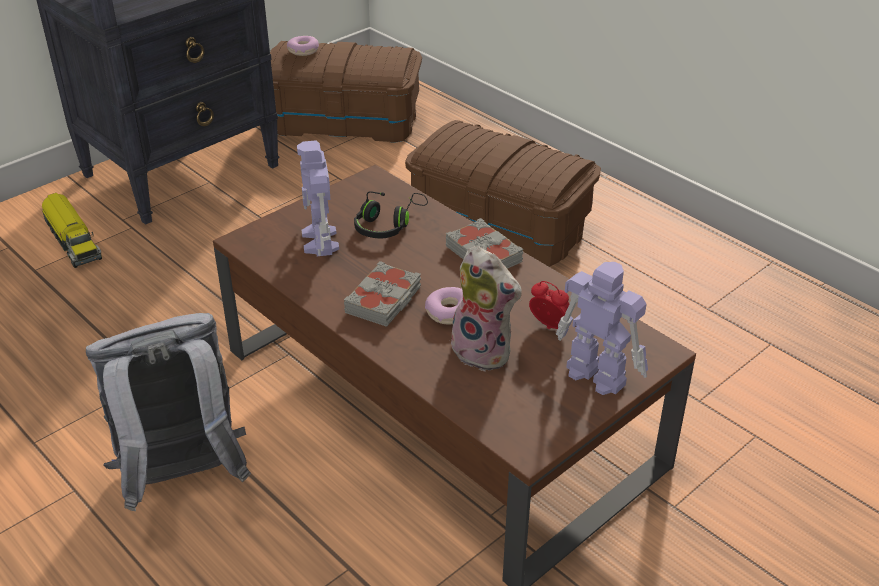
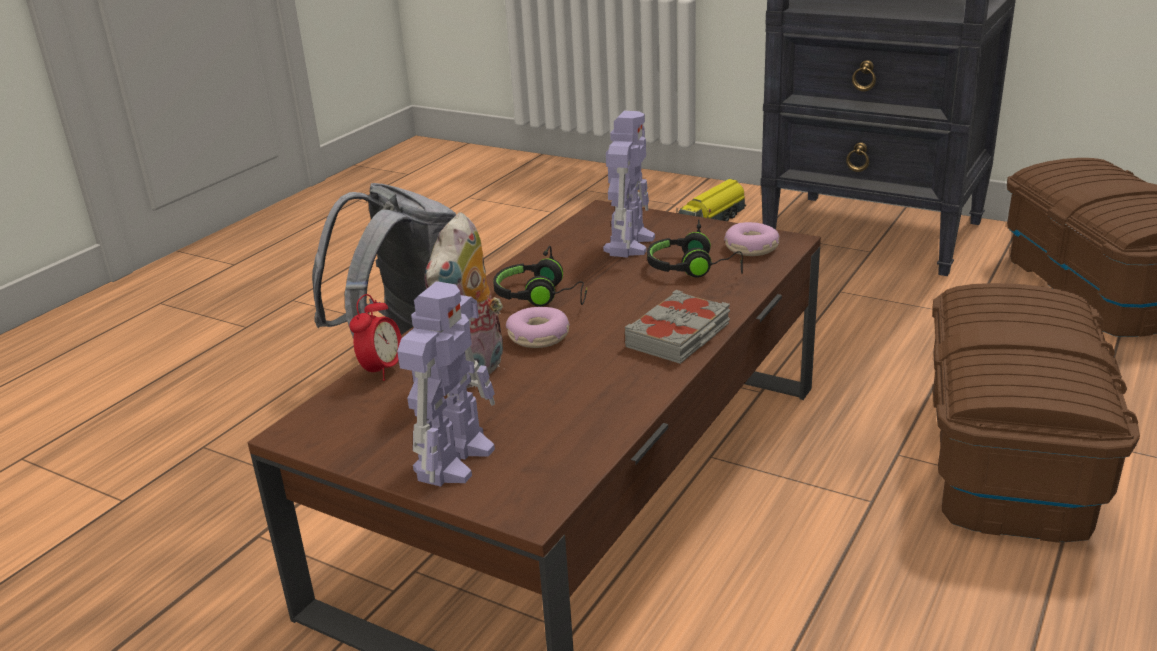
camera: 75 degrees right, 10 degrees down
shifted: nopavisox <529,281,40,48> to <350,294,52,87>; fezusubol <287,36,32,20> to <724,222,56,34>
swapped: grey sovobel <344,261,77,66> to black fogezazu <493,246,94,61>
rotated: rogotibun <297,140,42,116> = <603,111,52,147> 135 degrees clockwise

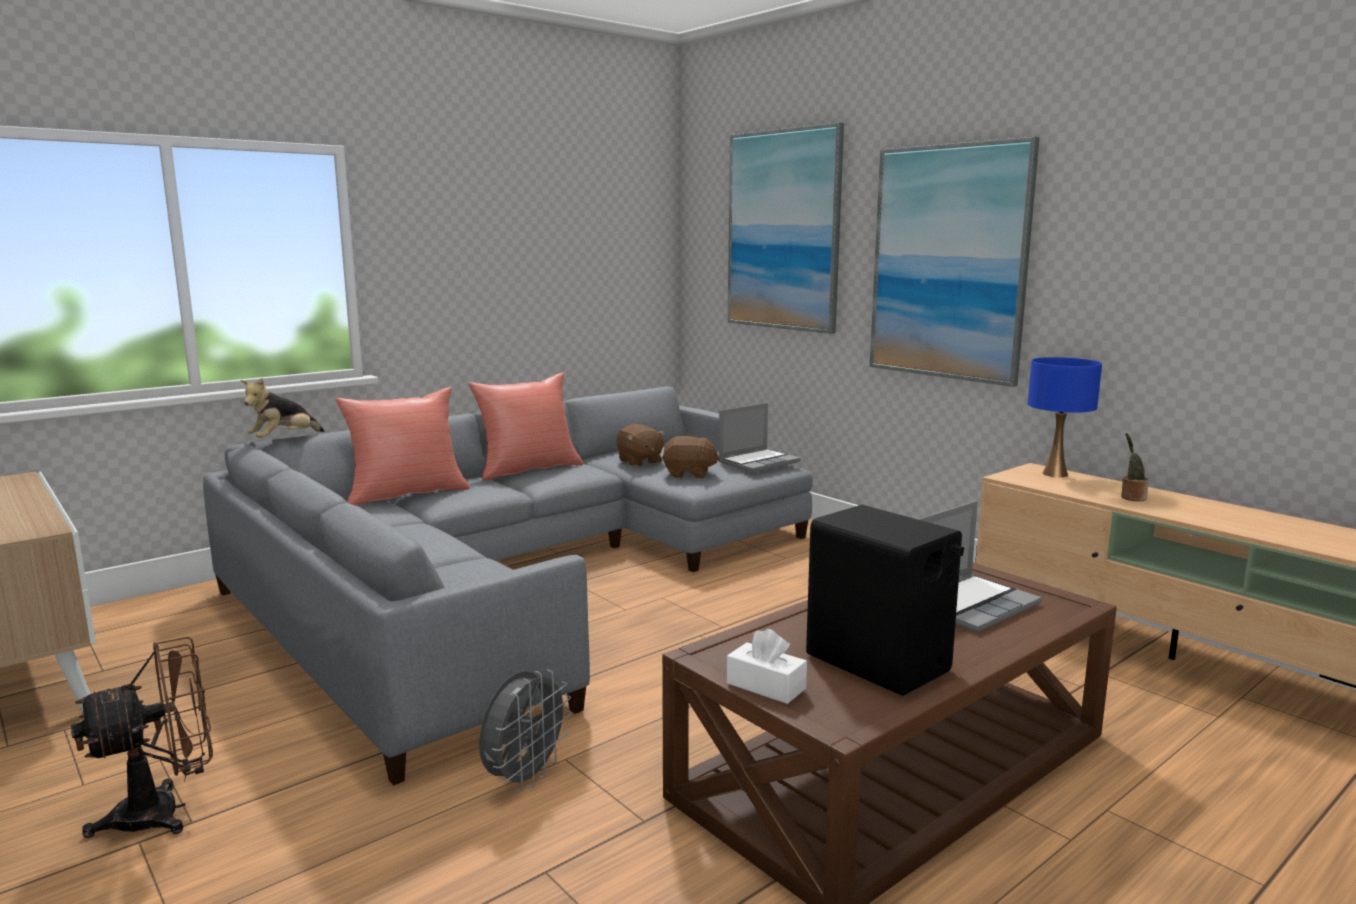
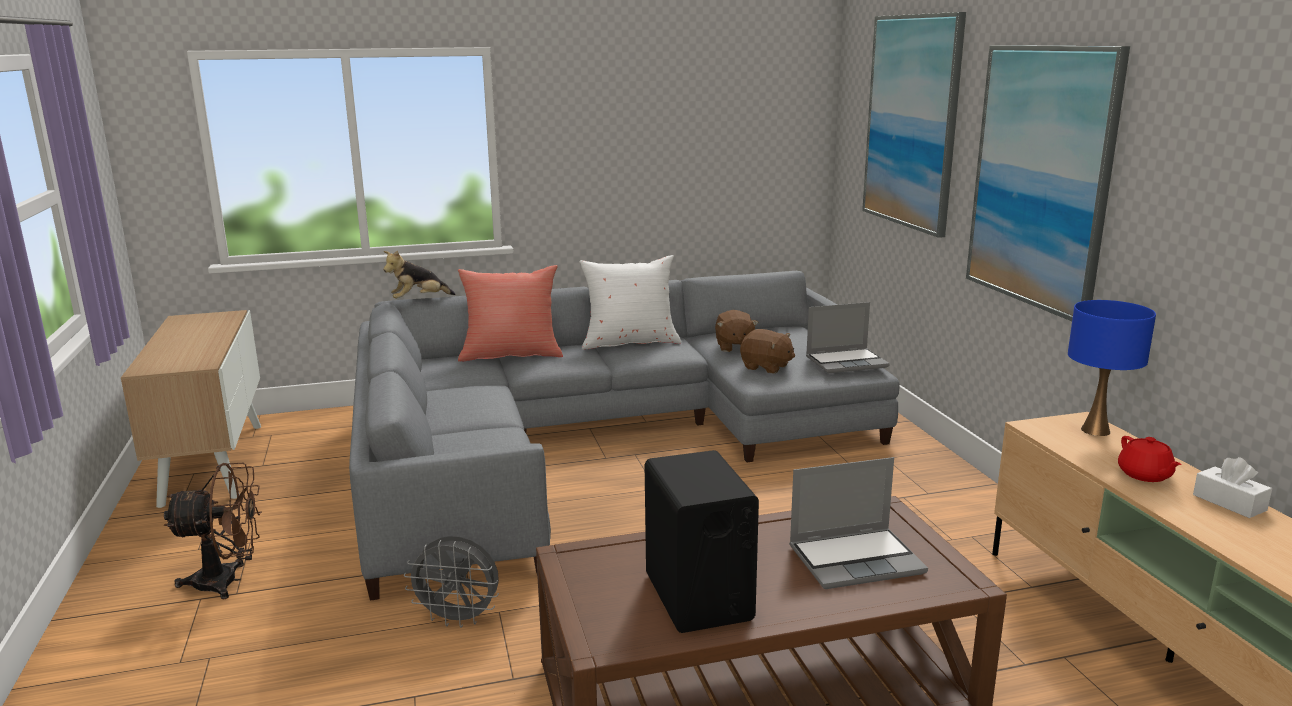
camera: 25 degrees right, 5 degrees up
shifted: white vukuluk <727,629,80,75> to <1193,457,79,61>
swapped: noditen <1121,433,28,68> to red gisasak <1118,436,64,46>
repainted: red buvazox <468,373,115,108> to white buvazox <579,255,102,95>
rotated: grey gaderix <479,669,93,123> = <404,536,95,92> 45 degrees clockwise

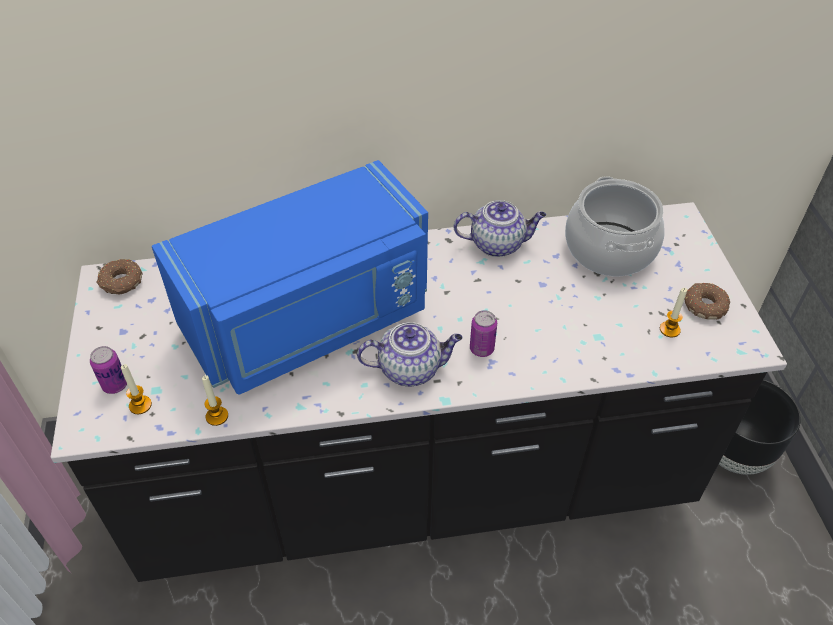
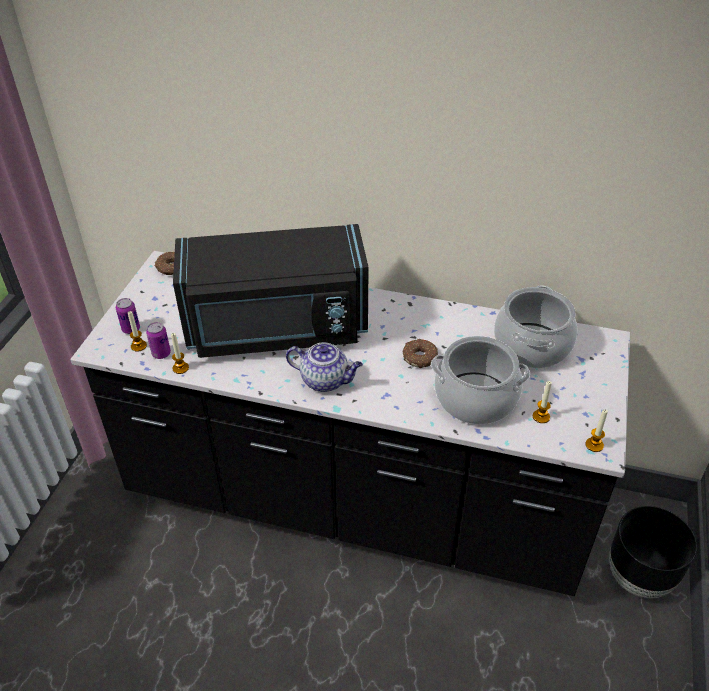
camera: 25 degrees right, 5 degrees down
gone: gisasak <454,200,92,57>
new: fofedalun <431,336,99,88>; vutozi <585,409,23,43>
shifted: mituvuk <470,310,27,47> to <146,322,25,37>; fezusubol <684,283,46,37> to <403,339,35,29>
repainted: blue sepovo <152,160,276,234> to black sepovo <173,224,196,134>

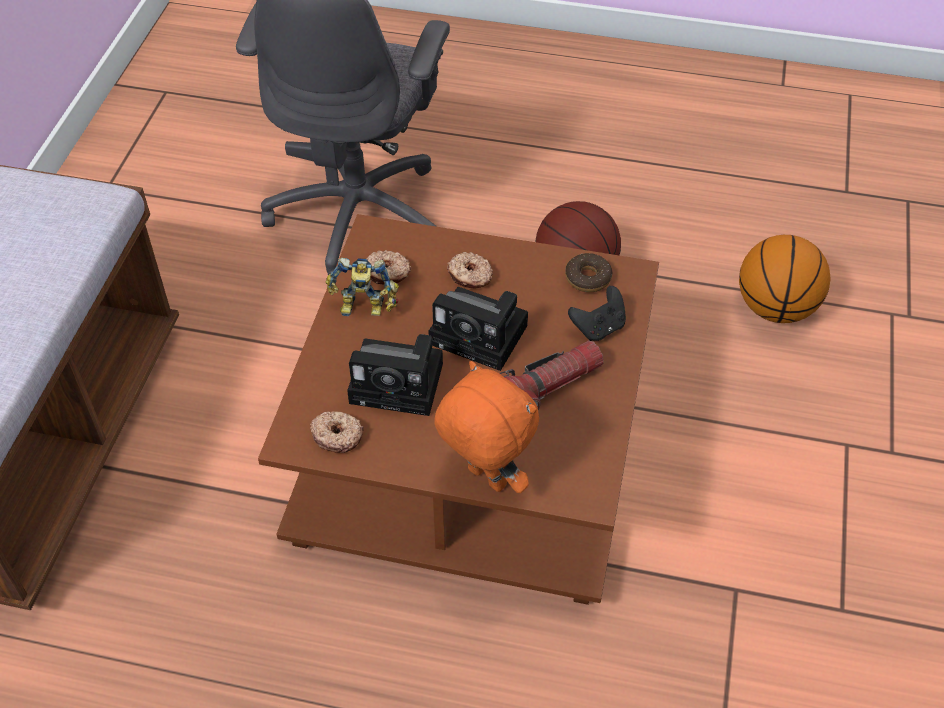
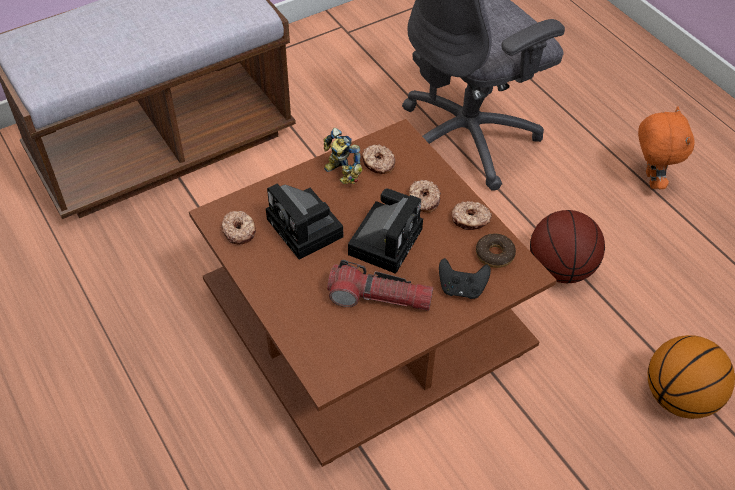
camera: 45 degrees right, 0 degrees up
new: fezusubol <452,201,40,29>
shifted: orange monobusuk <435,361,104,132> to <638,106,57,83>
rotated: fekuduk <428,287,100,84> = <348,189,75,85> 135 degrees counterclockwise

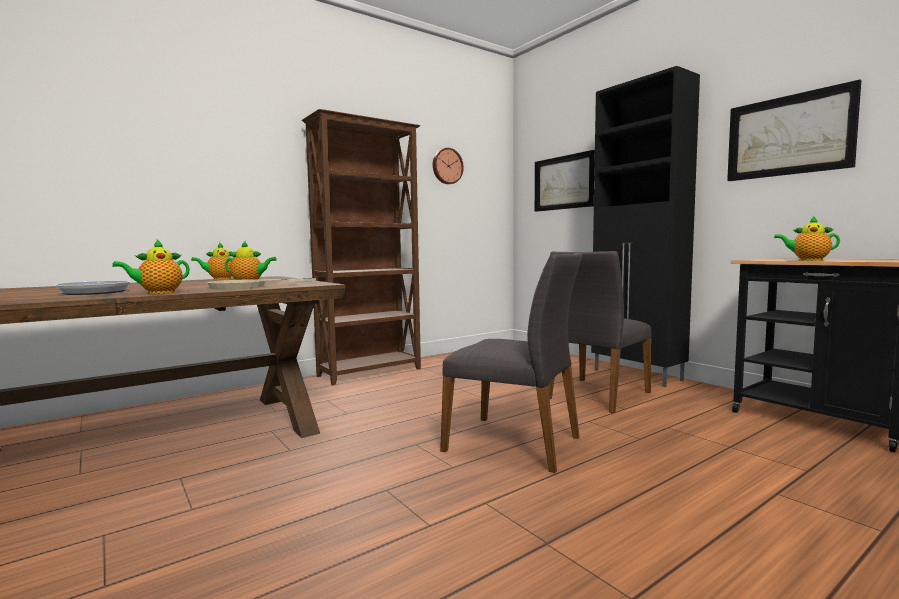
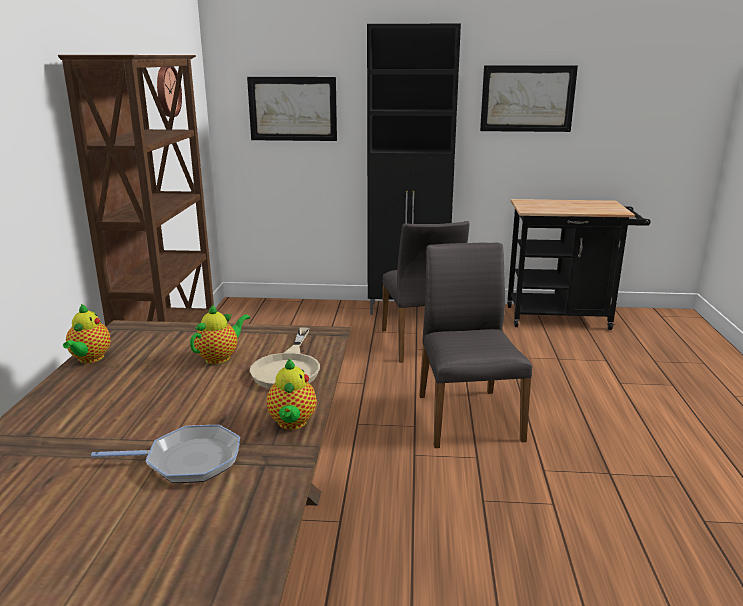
camera: 50 degrees left, 15 degrees up
gone: gisasak <774,216,66,45>
rotated: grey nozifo <440,252,142,221> = <419,243,113,205> 75 degrees counterclockwise

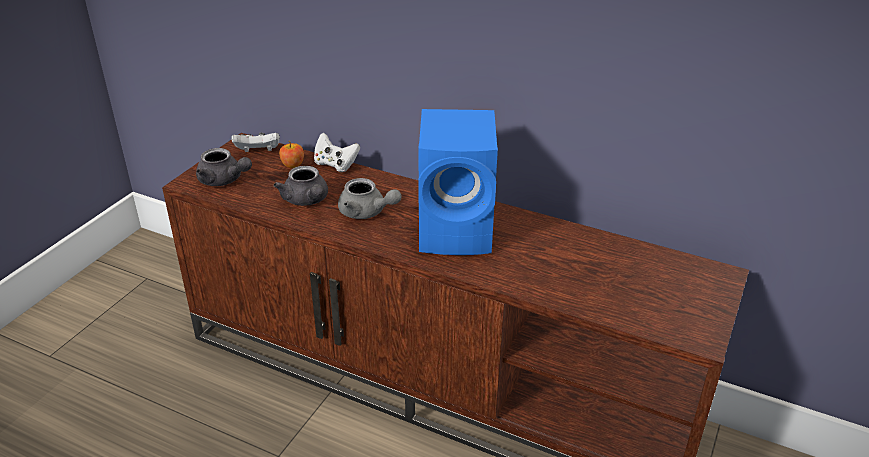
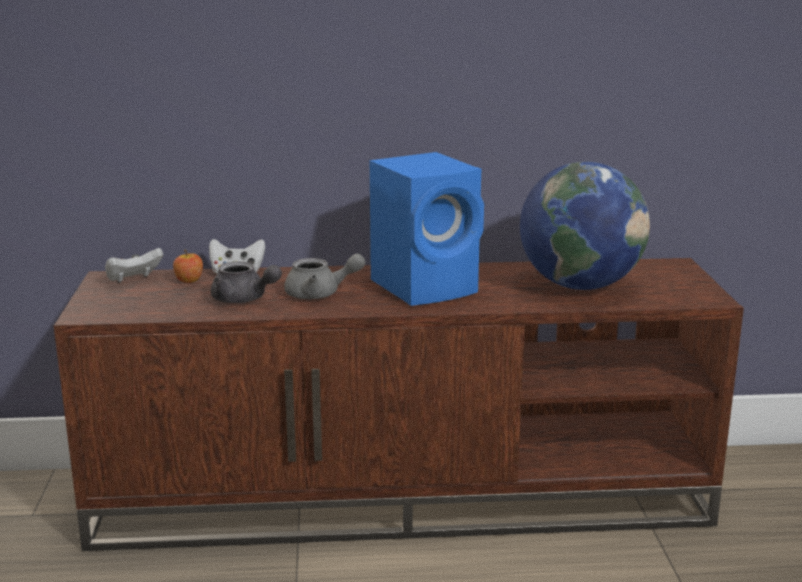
camera: 30 degrees left, 15 degrees down
gone: grey gisasak <196,148,56,38>
new: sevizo <520,162,130,128>

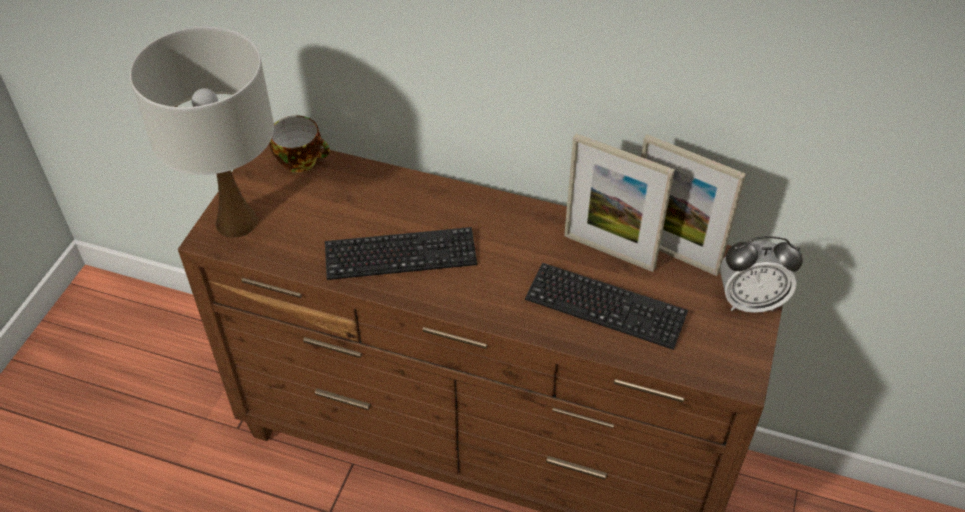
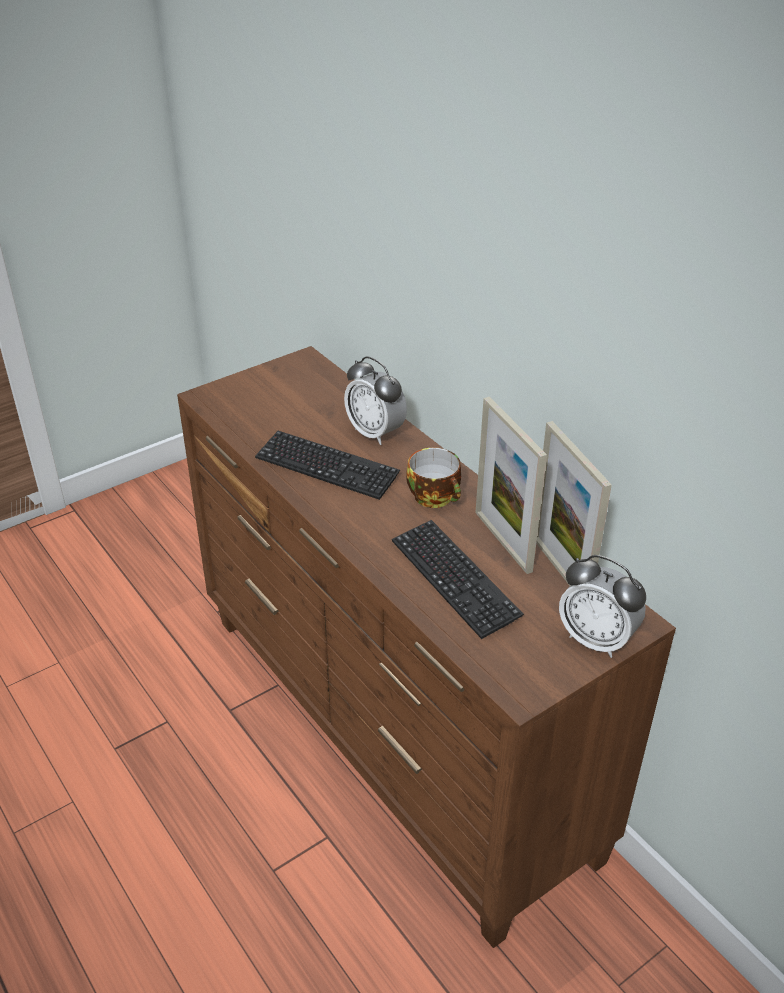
camera: 35 degrees right, 10 degrees down
gone: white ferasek <130,27,144,211>
new: nopavisox <344,356,63,89>
shifted: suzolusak <270,115,60,58> to <406,448,55,60>

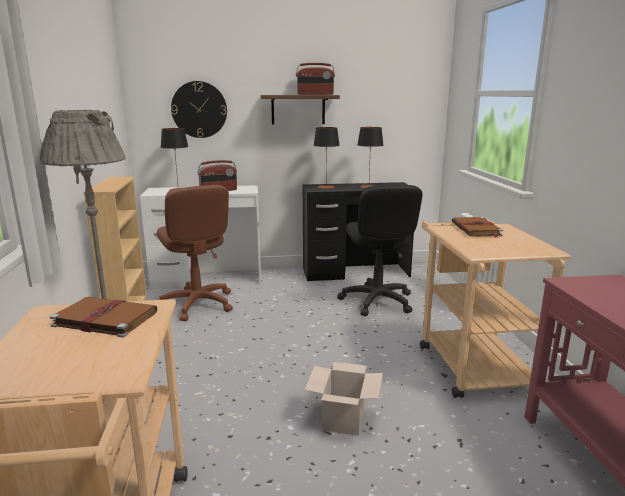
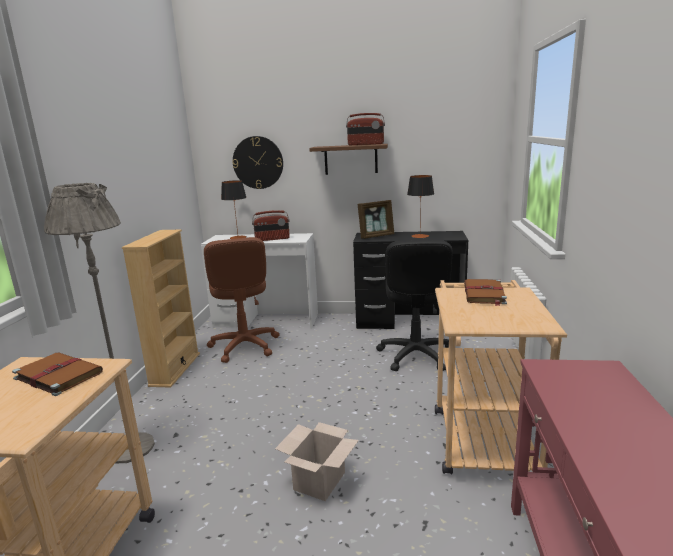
camera: 15 degrees right, 0 degrees up
swapped: ferasek <313,127,27,62> to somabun <358,200,36,39>

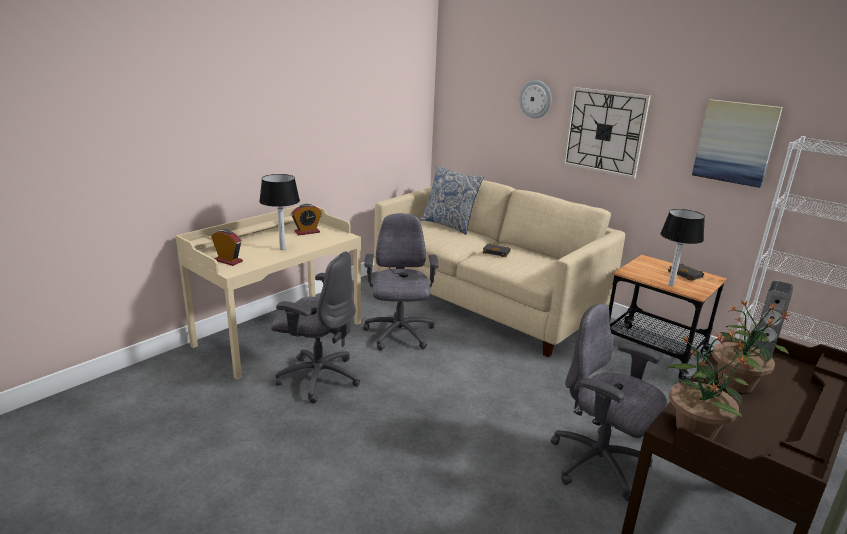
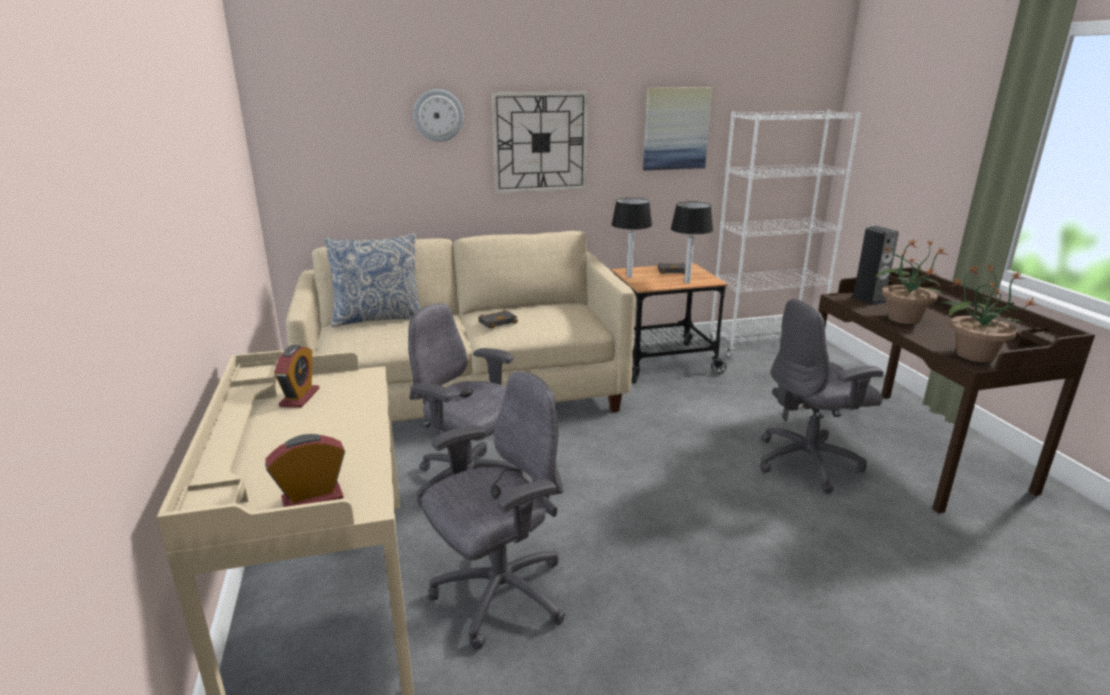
camera: 55 degrees left, 0 degrees up
shifted: ferasek <259,174,41,76> to <611,198,41,79>

